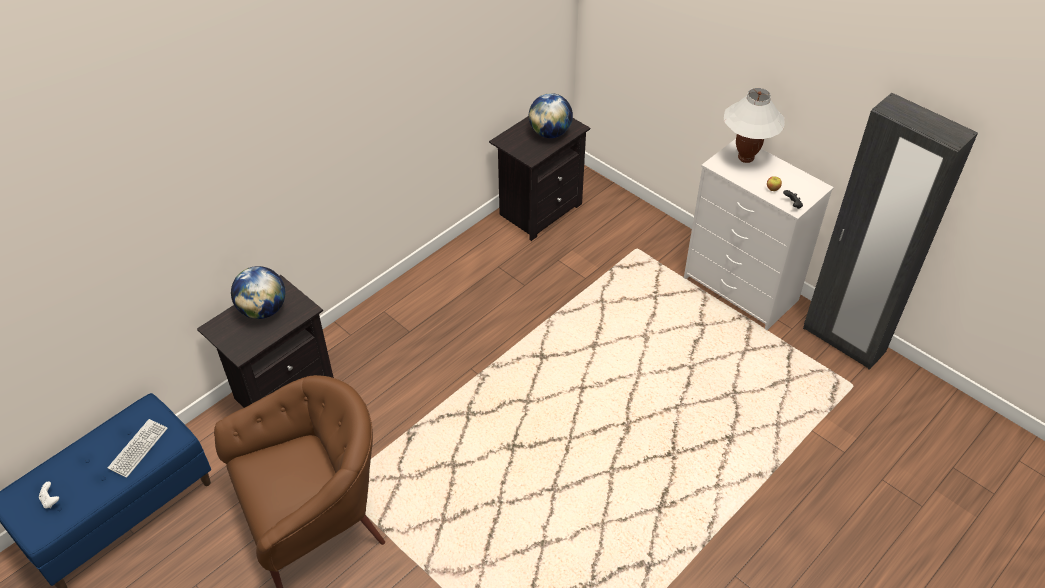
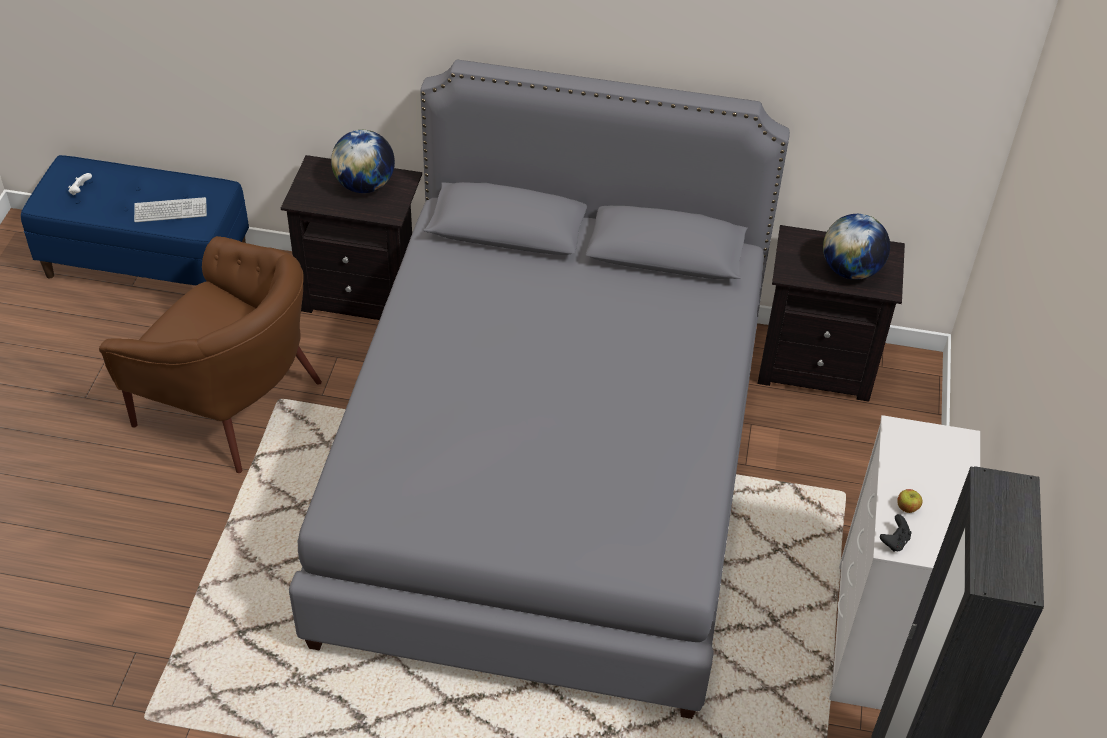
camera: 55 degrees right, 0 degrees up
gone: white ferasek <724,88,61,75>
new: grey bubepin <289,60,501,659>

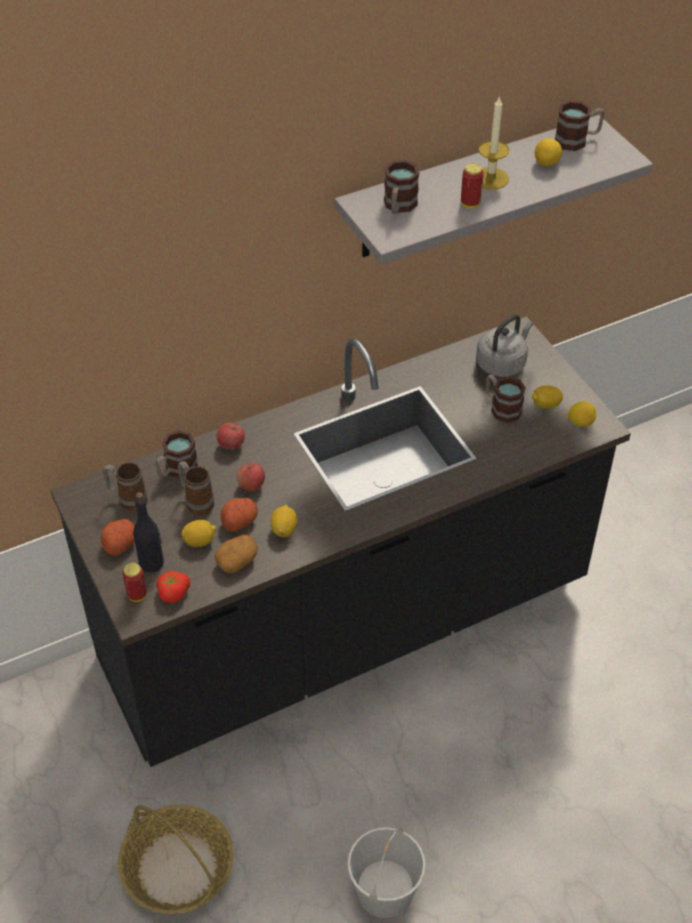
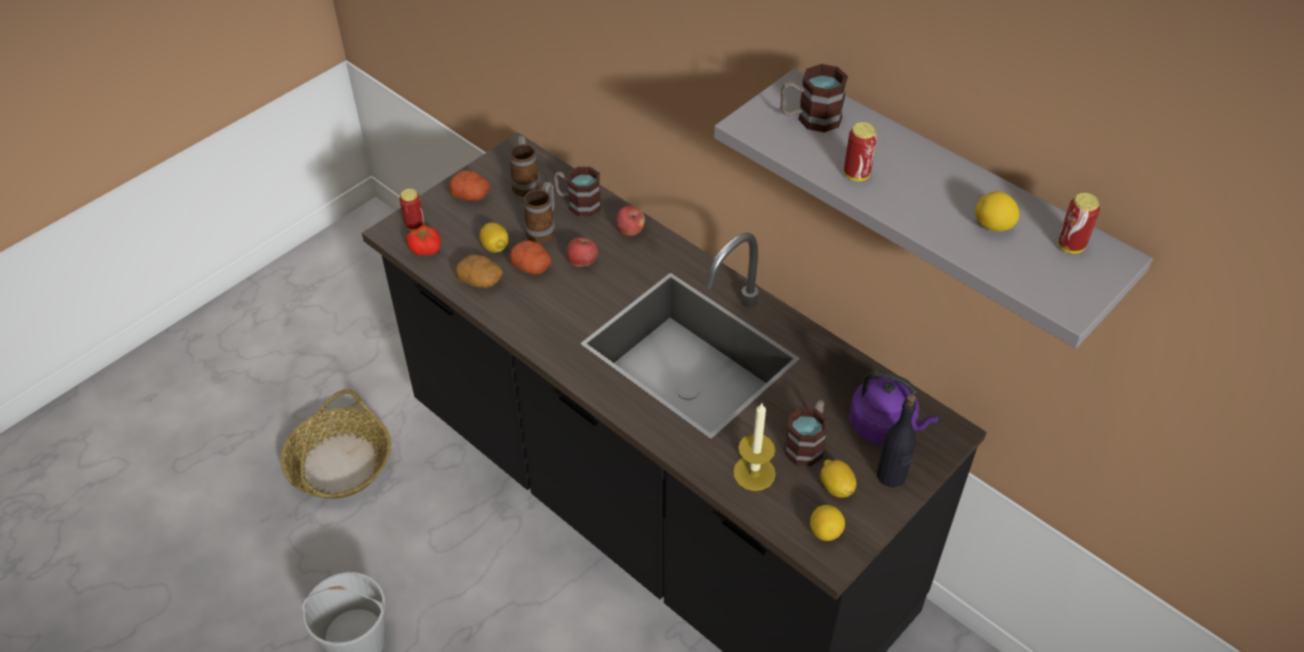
camera: 70 degrees right, 0 degrees up
gone: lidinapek <271,505,26,32>
shifted: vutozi <479,95,30,95> to <733,403,43,88>; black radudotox <133,492,31,81> to <877,393,39,94>
swapped: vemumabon <555,100,49,51> to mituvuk <1058,193,42,61>
repainted: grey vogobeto <476,314,57,63> to purple vogobeto <849,370,89,76>

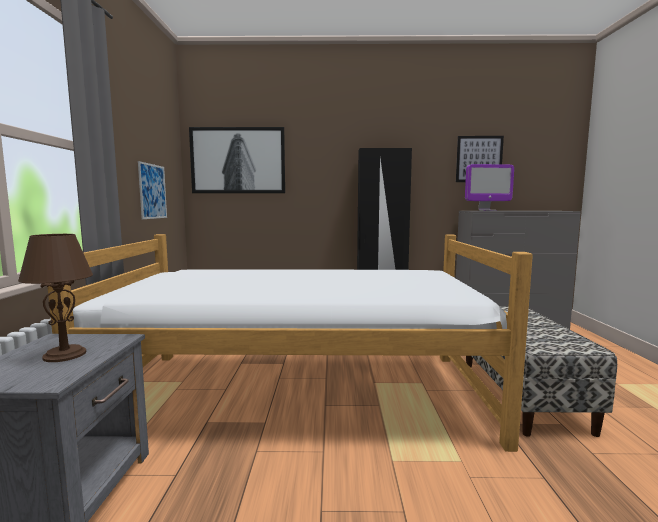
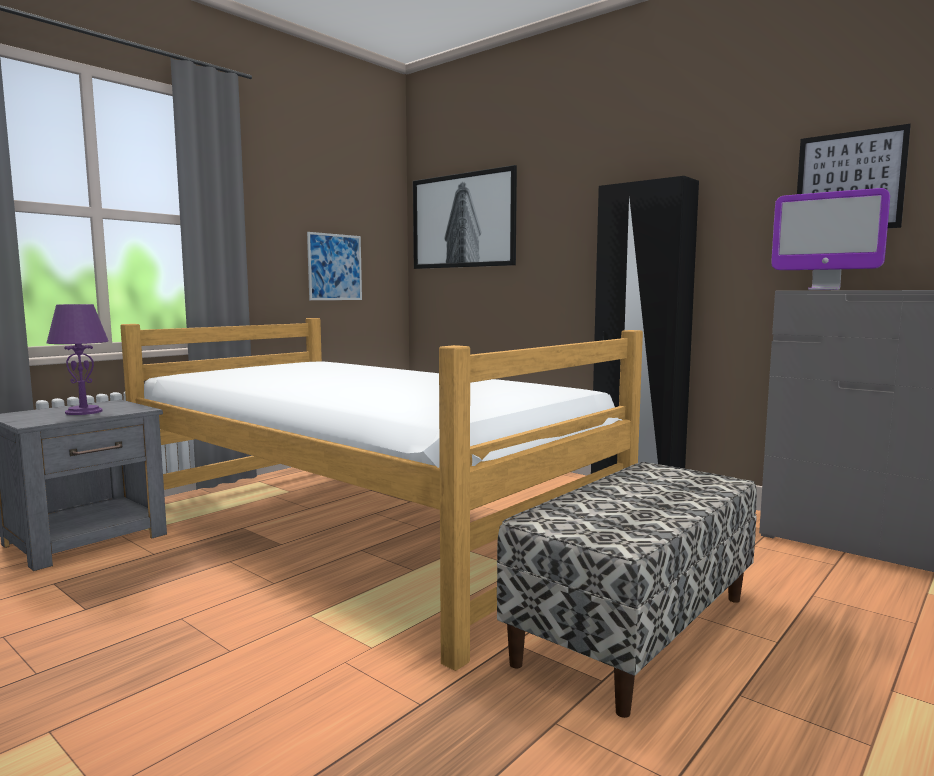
camera: 40 degrees right, 0 degrees up
repainted: brown ferasek <18,234,75,128> to purple ferasek <46,304,63,111>

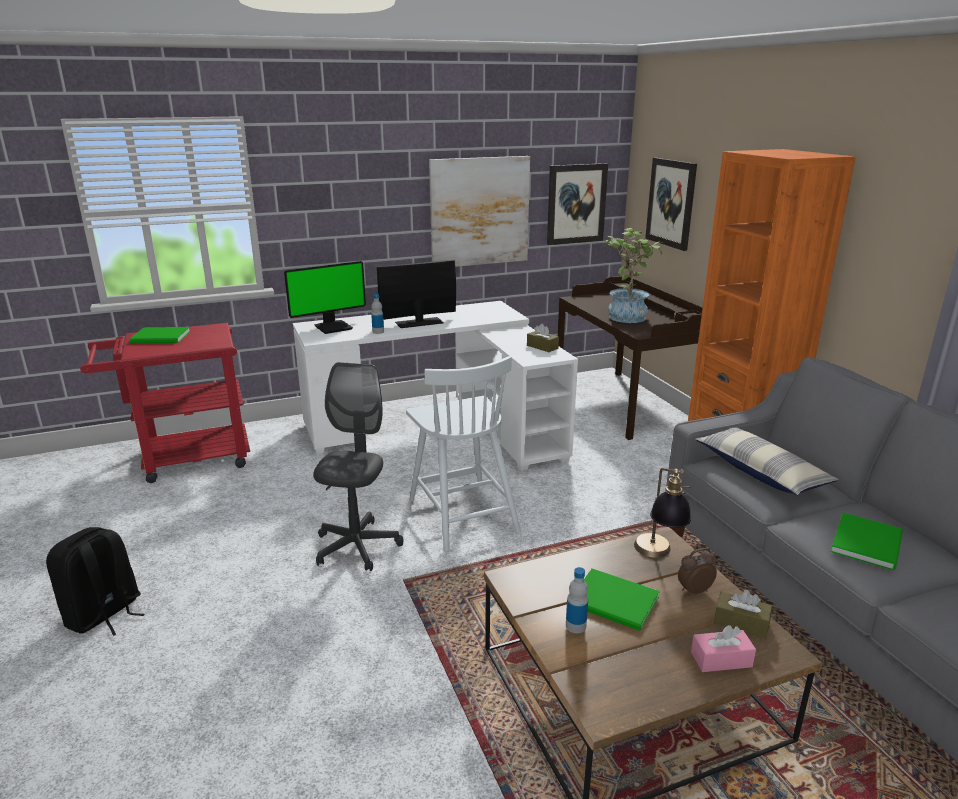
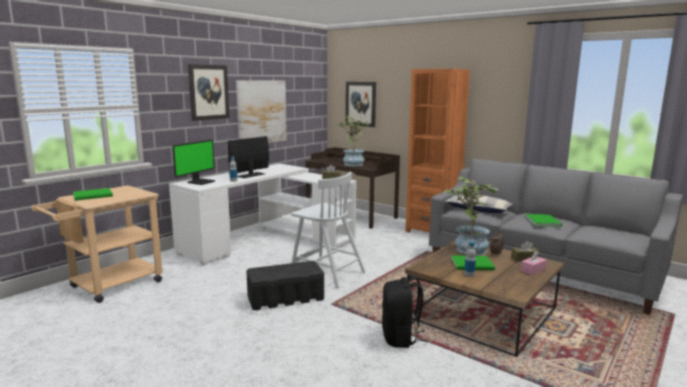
camera: 30 degrees left, 10 degrees down
shifted: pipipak <547,163,61,82> to <188,64,42,57>; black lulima <46,527,99,109> to <382,276,46,72>
swapped: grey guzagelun <313,362,90,209> to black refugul <247,261,77,49>; ferasek <634,468,57,90> to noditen <442,177,57,78>
repainted: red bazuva <80,323,170,160> to beige bazuva <31,186,132,117>

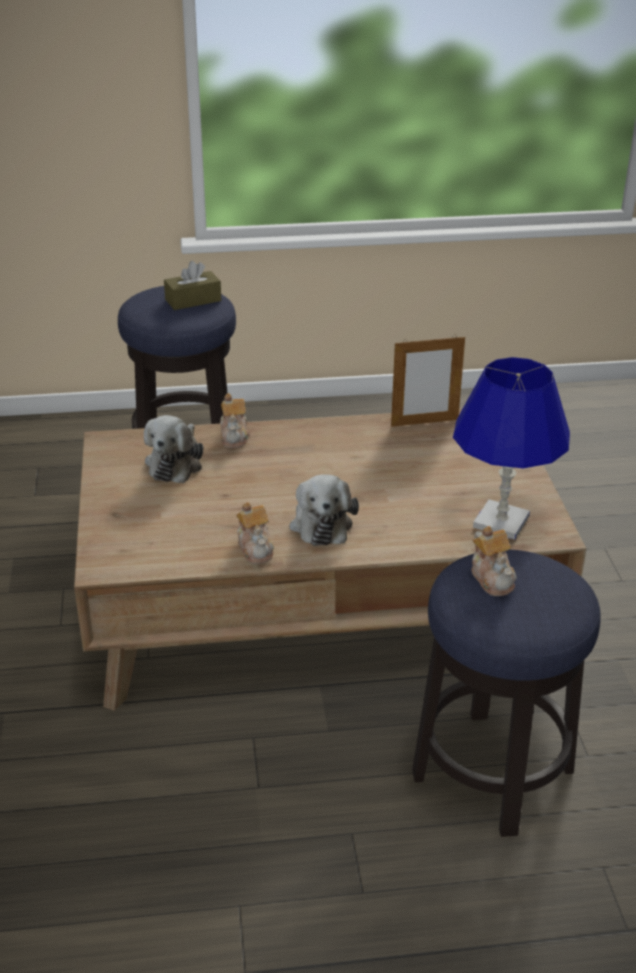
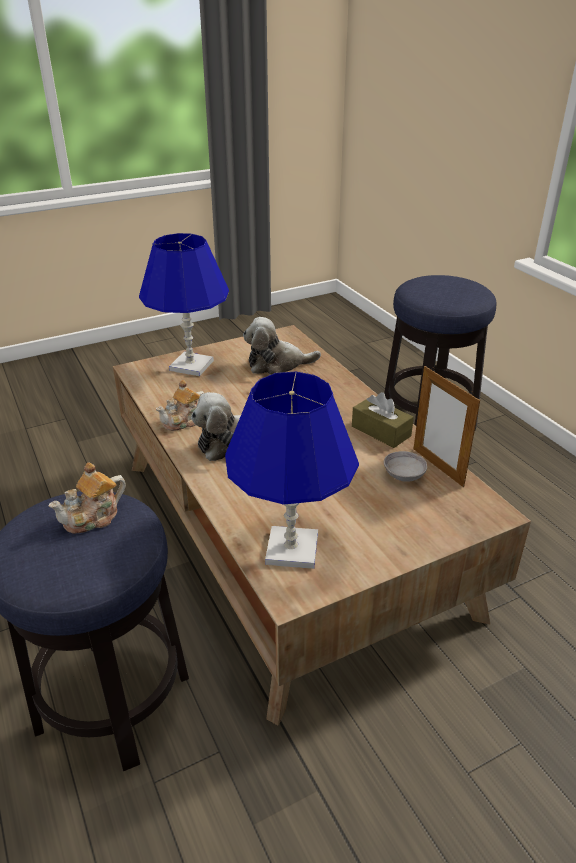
camera: 70 degrees right, 0 degrees up
gone: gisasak <220,393,30,55>
new: blue ferasek <139,233,90,143>; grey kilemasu <384,451,43,31>
shifted: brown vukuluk <164,261,57,49> to <352,392,62,56>

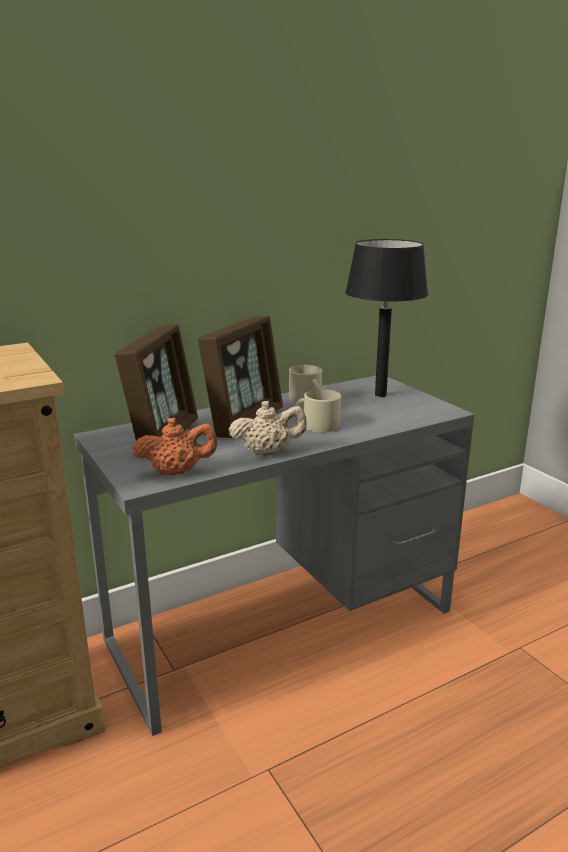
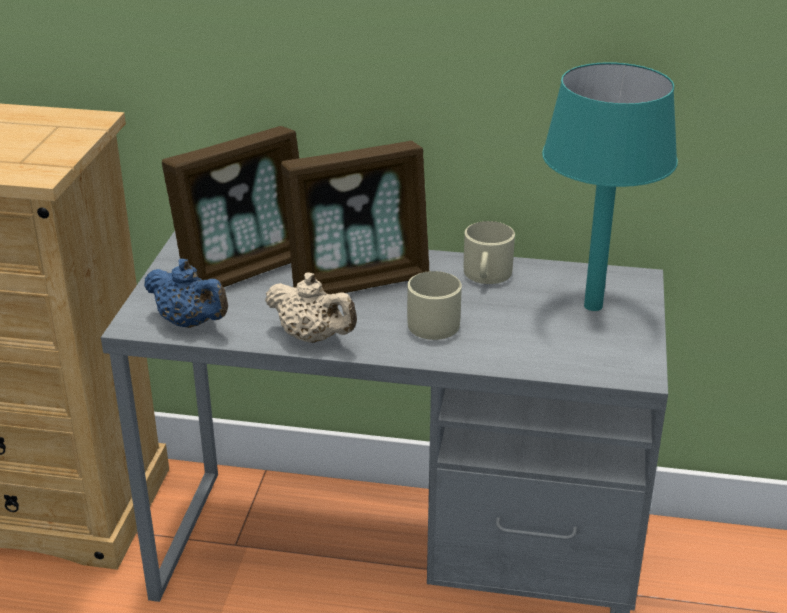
camera: 40 degrees right, 10 degrees up
repainted: orange gisasak <133,418,85,57> to blue gisasak <144,258,84,70>; black ferasek <345,239,83,158> to turquoise ferasek <542,62,136,249>

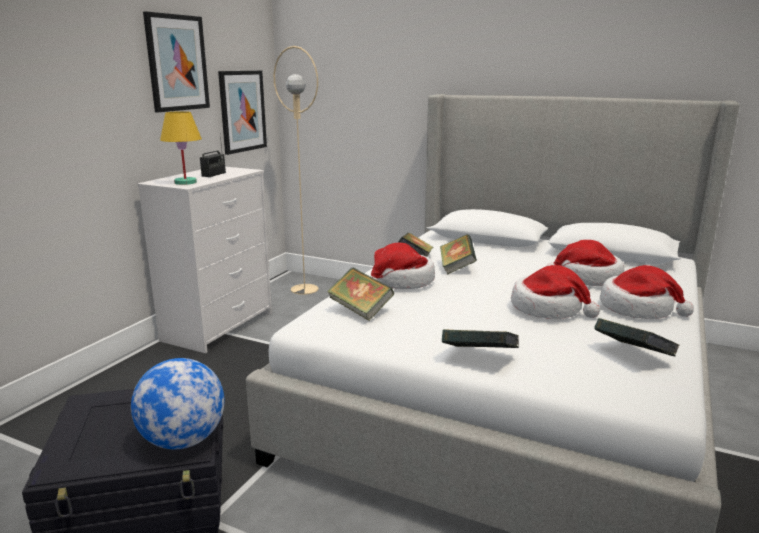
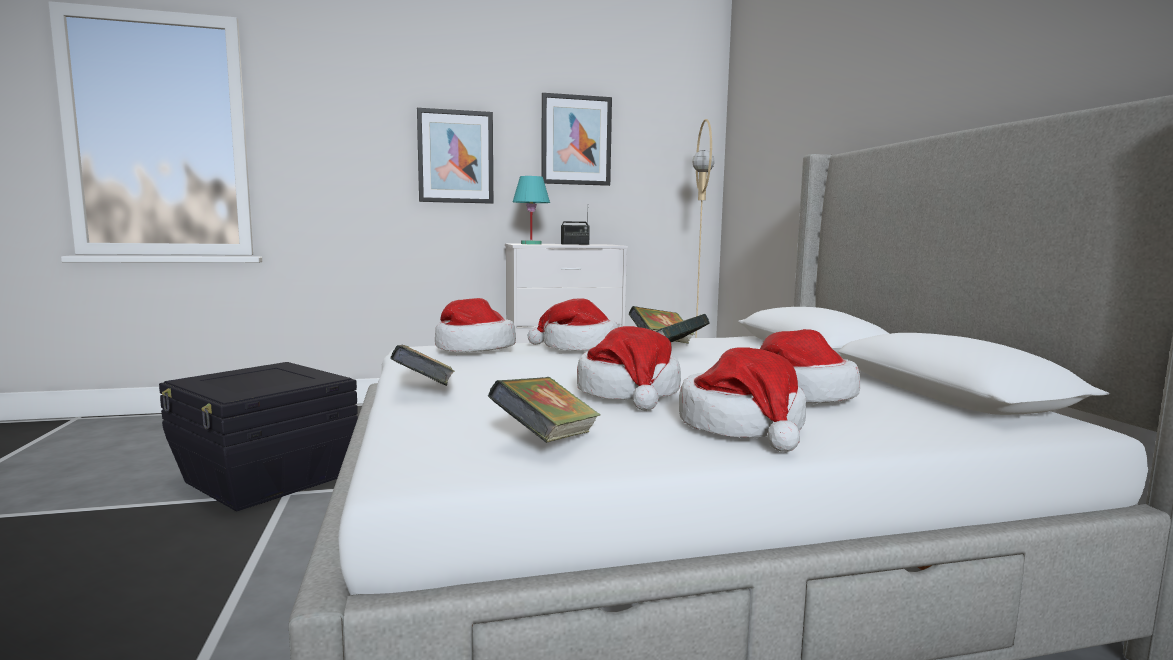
camera: 50 degrees right, 10 degrees down
gone: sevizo <131,358,93,91>
shifted: pipipak <218,71,49,84> to <417,108,76,96>
swapped: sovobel <327,268,67,53> to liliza <435,298,81,54>
repainted: yellow ferasek <160,111,42,74> to turquoise ferasek <513,176,37,68>

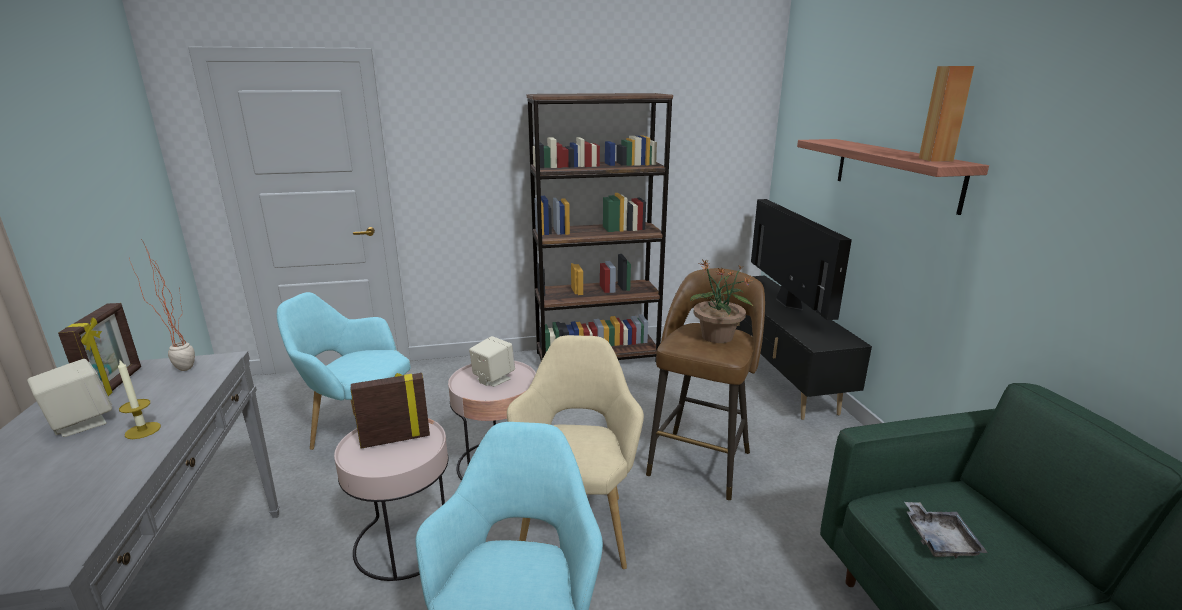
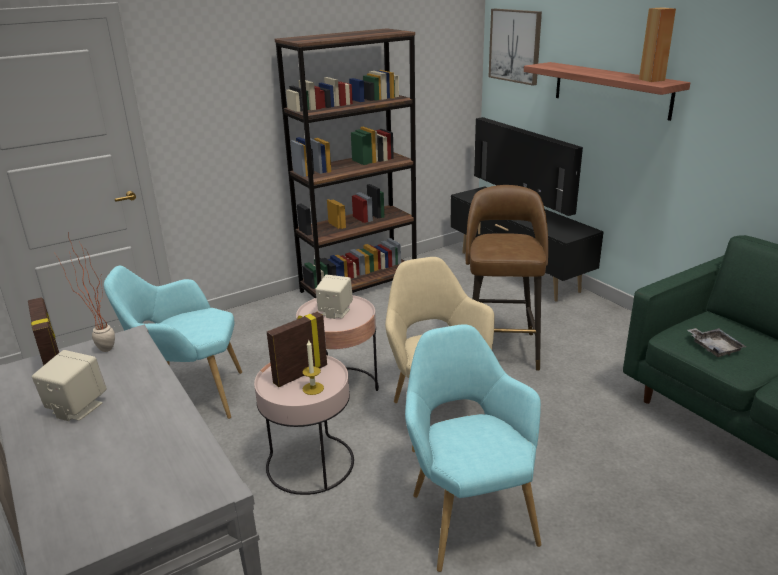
camera: 20 degrees left, 5 degrees up
gone: noditen <690,259,64,84>
new: pipipak <489,9,53,77>
shifted: vutozi <118,360,43,79> to <302,340,22,55>

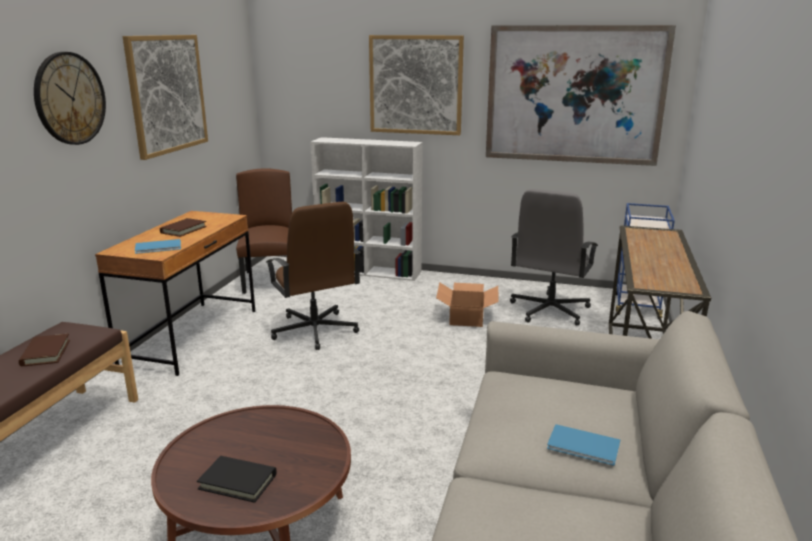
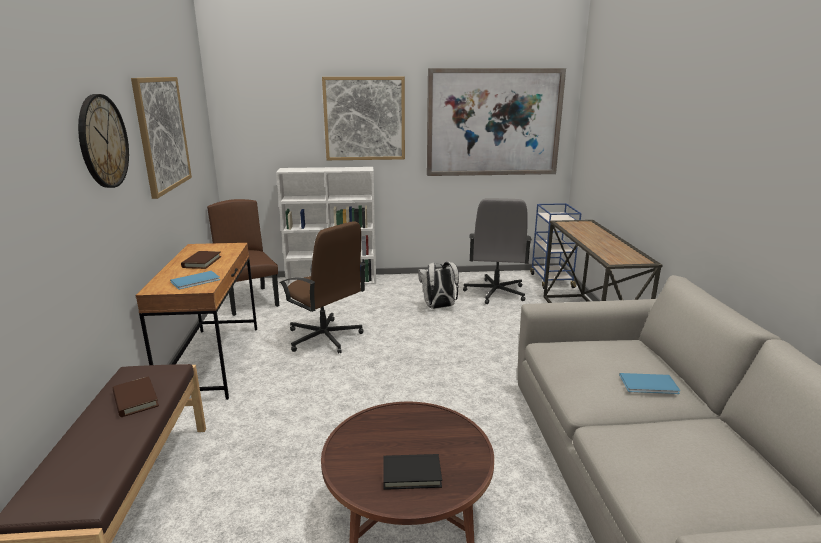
camera: 20 degrees left, 0 degrees up
swapped: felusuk <436,282,63,45> to white lulima <418,262,41,47>

